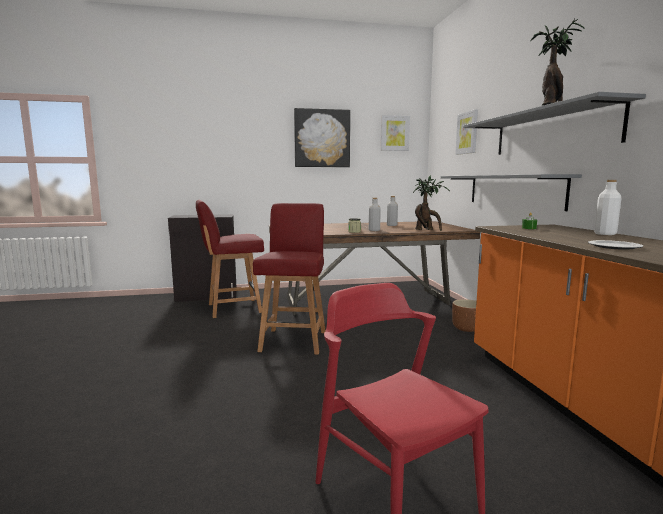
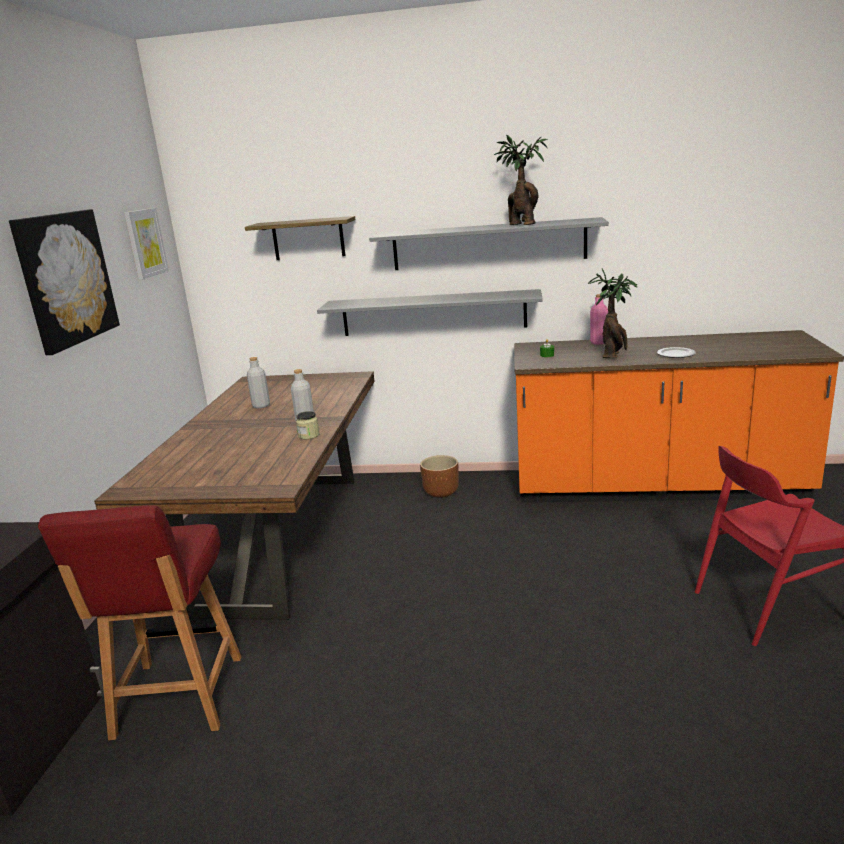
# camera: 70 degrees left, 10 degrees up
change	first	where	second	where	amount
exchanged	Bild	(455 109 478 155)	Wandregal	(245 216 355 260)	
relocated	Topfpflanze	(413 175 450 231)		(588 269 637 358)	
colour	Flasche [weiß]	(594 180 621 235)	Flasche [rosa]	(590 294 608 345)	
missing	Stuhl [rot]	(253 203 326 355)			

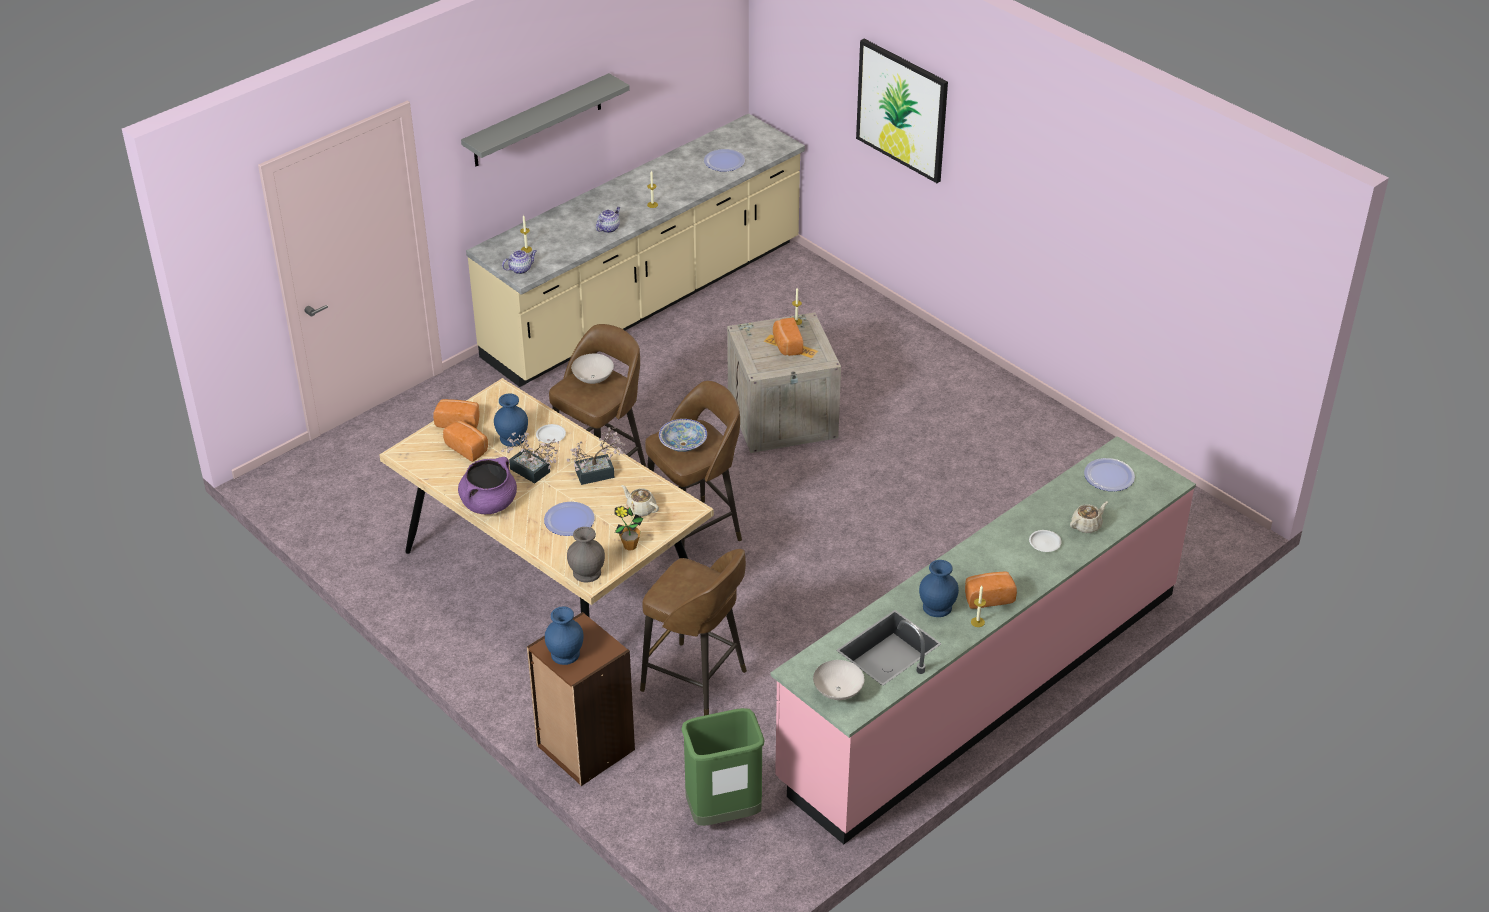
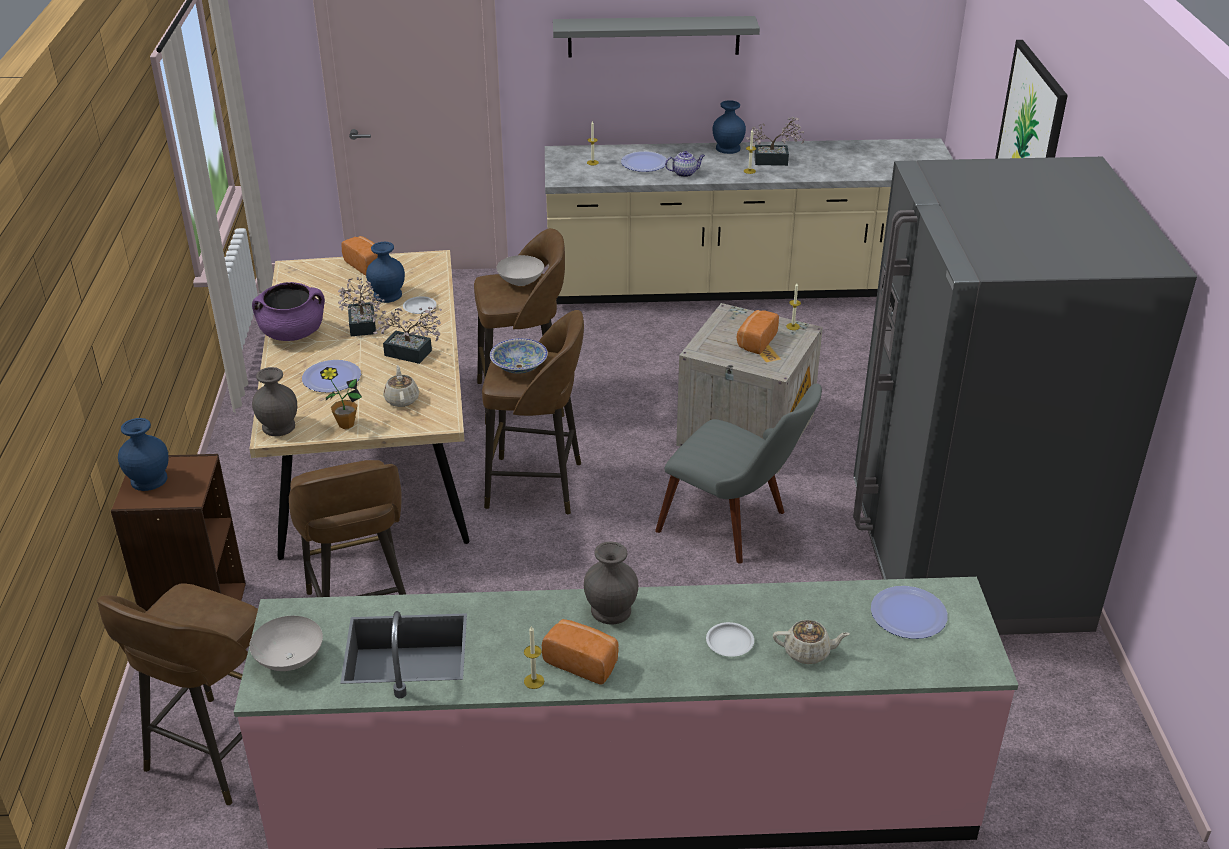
# camera: 40 degrees right, 5 degrees down
change	first	where	second	where	amount
relocated	Teller	(704 149 745 172)		(621 151 668 172)	
missing	Teekanne	(502 250 537 274)			
missing	Brot	(443 420 488 462)			
relocated	Vase [blau]	(919 560 959 617)		(713 100 746 154)	
exchanged	Mülleimer [grün]	(681 708 765 826)	Hocker [braun]	(97 583 258 805)	
appeared			Topfpflanze	(746 117 805 166)	
appeared			Kühlschrank [grau]	(853 157 1197 635)	
appeared			Stuhl [grau]	(655 383 822 564)	
appeared			Vase [grau]	(584 541 638 624)	

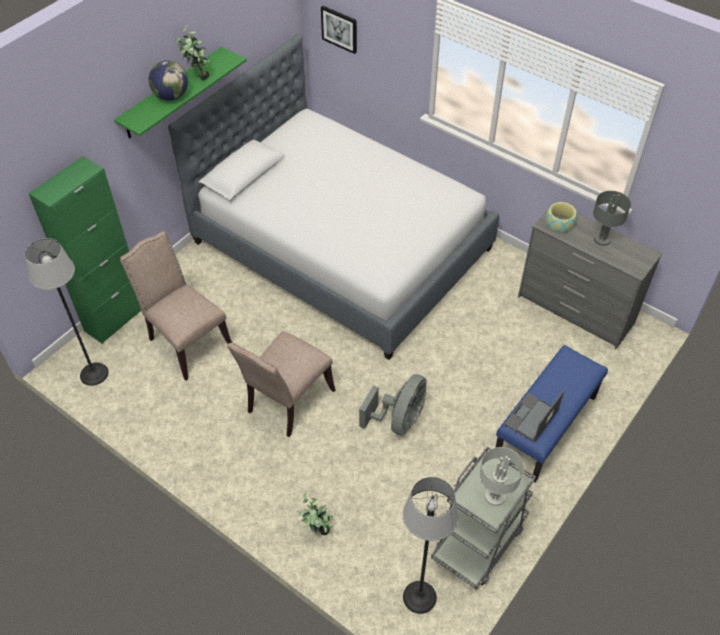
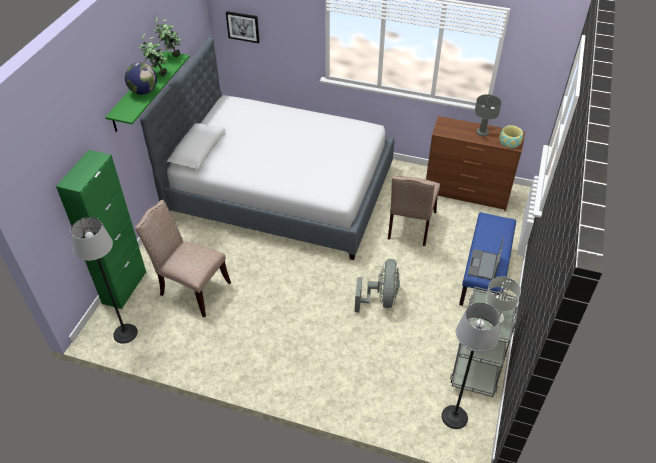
# camera: 20 degrees left, 5 degrees down
change	first	where	second	where	amount
colour	Kommode [grau]	(518 202 663 349)	Kommode [braun]	(426 116 525 211)	
relocated	Schüssel	(546 202 577 233)		(499 125 523 148)	
relocated	Stuhl [beige]	(227 331 335 437)		(388 176 440 246)	
relocated	Topfpflanze	(297 490 333 535)		(153 17 182 57)	

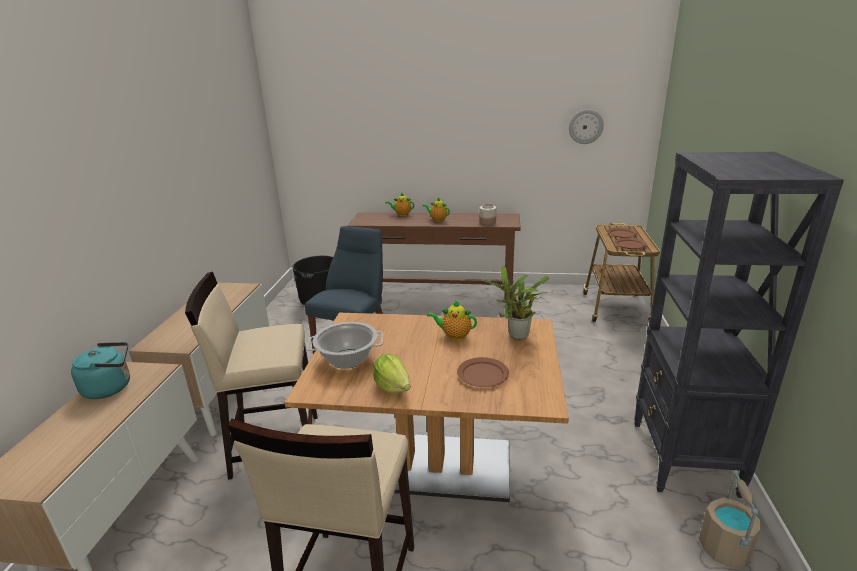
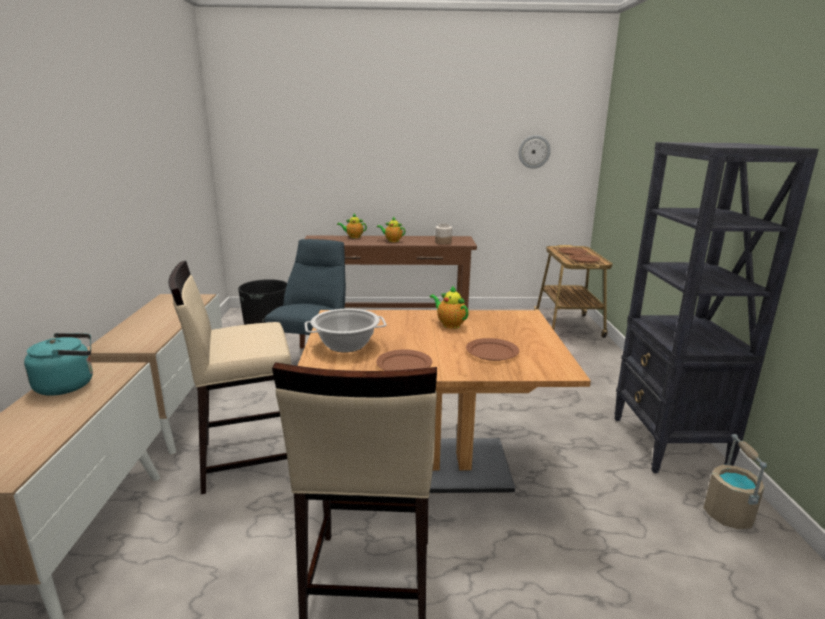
# camera: 10 degrees left, 5 degrees down
change	first	where	second	where	amount
missing	Topfpflanze	(483 266 550 340)			
spun	Teekanne	(427 300 477 341)		(430 285 468 328)	45 degrees clockwise
exchanged	Salatkopf	(374 354 410 393)	Teller [braun]	(376 349 432 371)	

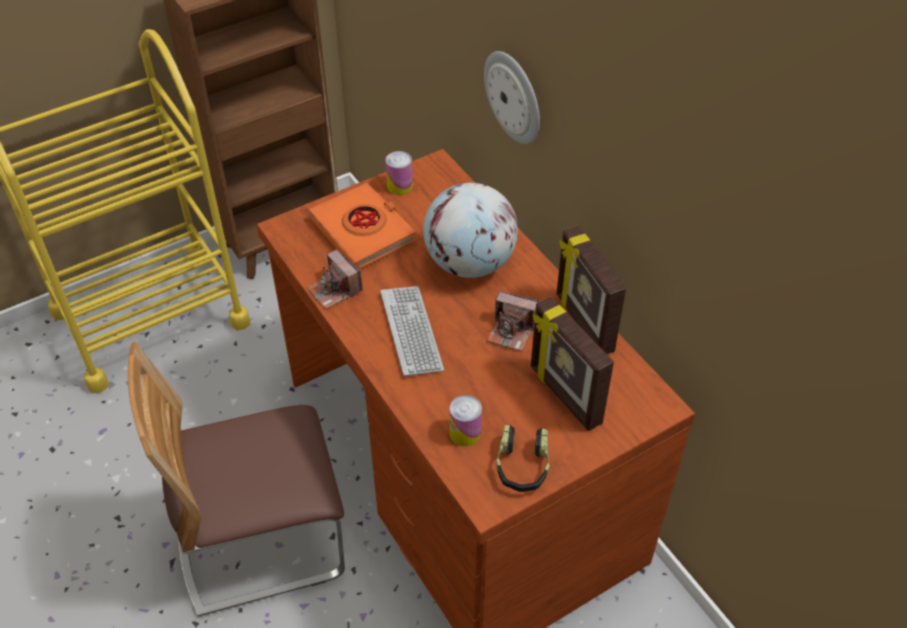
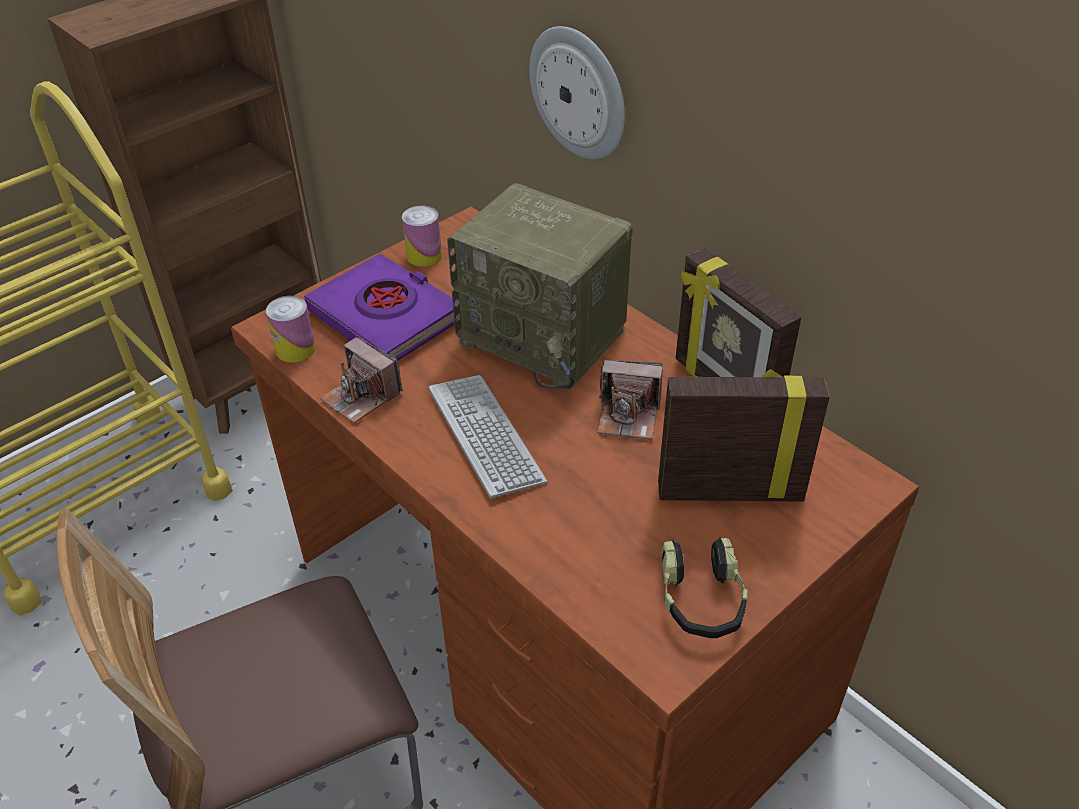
# camera: 10 degrees left, 5 degrees down
change	first	where	second	where	amount
colour	Buch [orange]	(309 183 416 269)	Buch [lila]	(304 254 460 360)	
exchanged	Globus	(423 183 518 278)	Radio	(447 183 633 391)	
spun	Bilderrahmen	(531 296 614 431)		(658 369 829 501)	135 degrees clockwise
relocated	Dose	(450 395 482 446)		(266 296 315 362)	

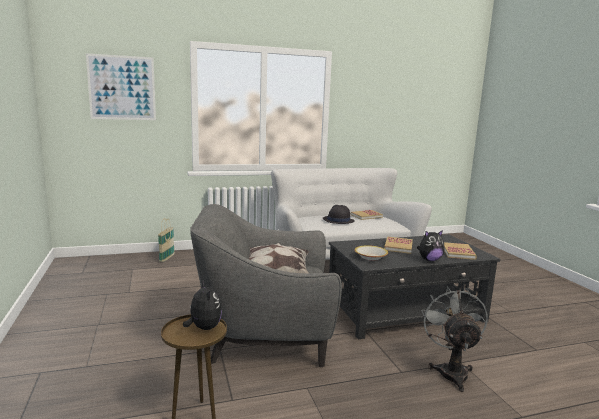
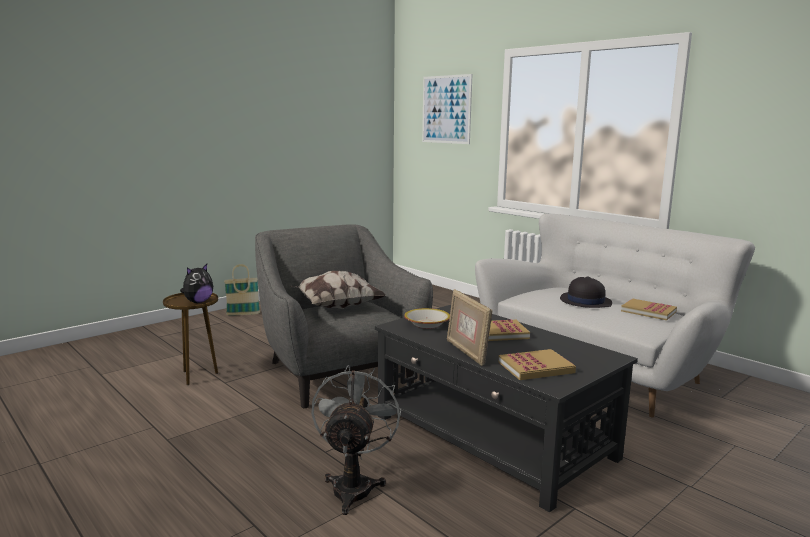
# camera: 65 degrees right, 0 degrees up
change	first	where	second	where	amount
relocated	Korb	(158 218 175 262)		(224 264 260 316)	
exchanged	Plüschtier	(417 230 444 261)	Bilderrahmen	(447 289 492 366)	
spun	Ventilator [grau]	(421 286 488 392)		(311 365 402 515)	60 degrees counterclockwise

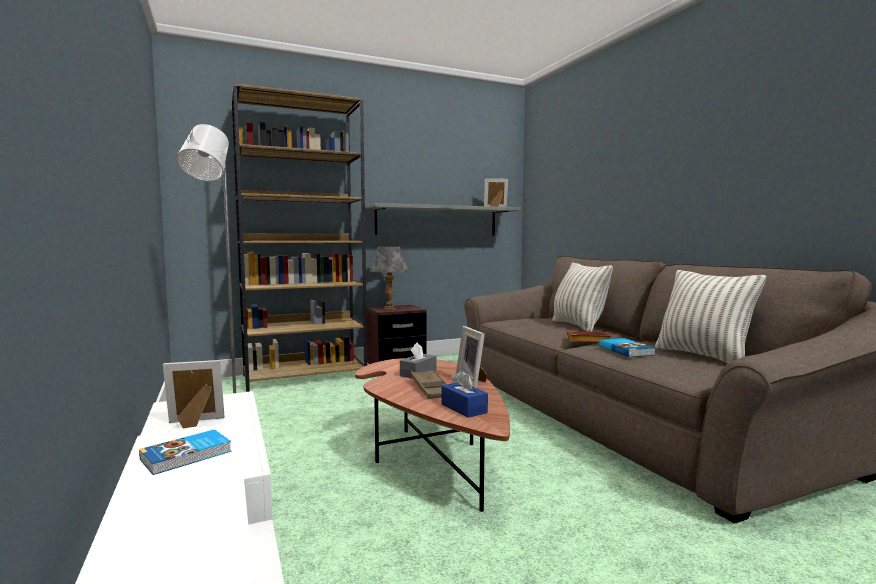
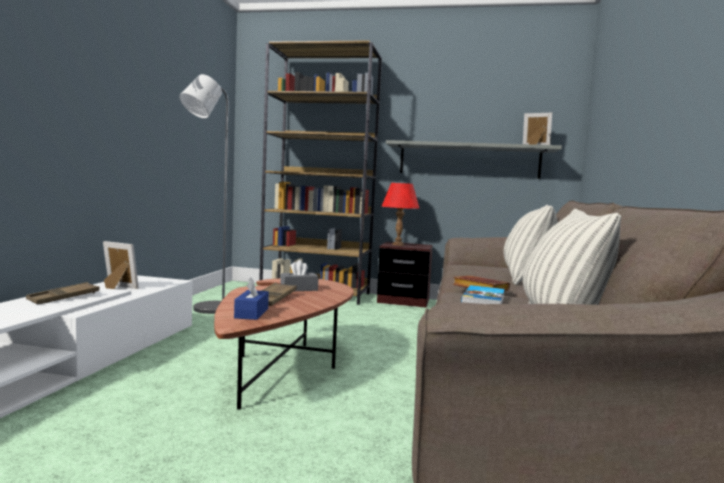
# camera: 35 degrees right, 0 degrees up
change	first	where	second	where	amount
colour	Tischlampe [grau]	(370 247 408 310)	Tischlampe [rot]	(382 183 419 246)	
missing	Bilderrahmen	(456 326 487 388)			
exchanged	Buch	(139 429 232 475)	Tablett [braun]	(26 282 99 304)	

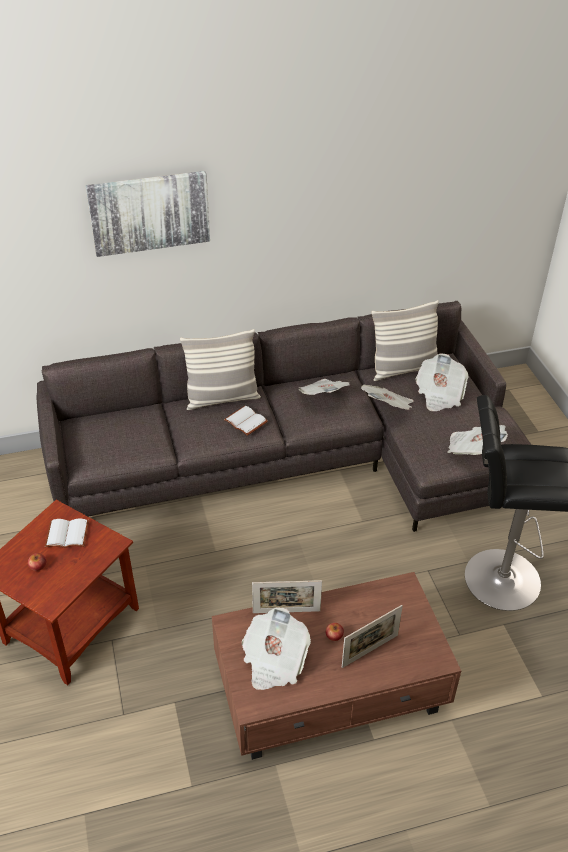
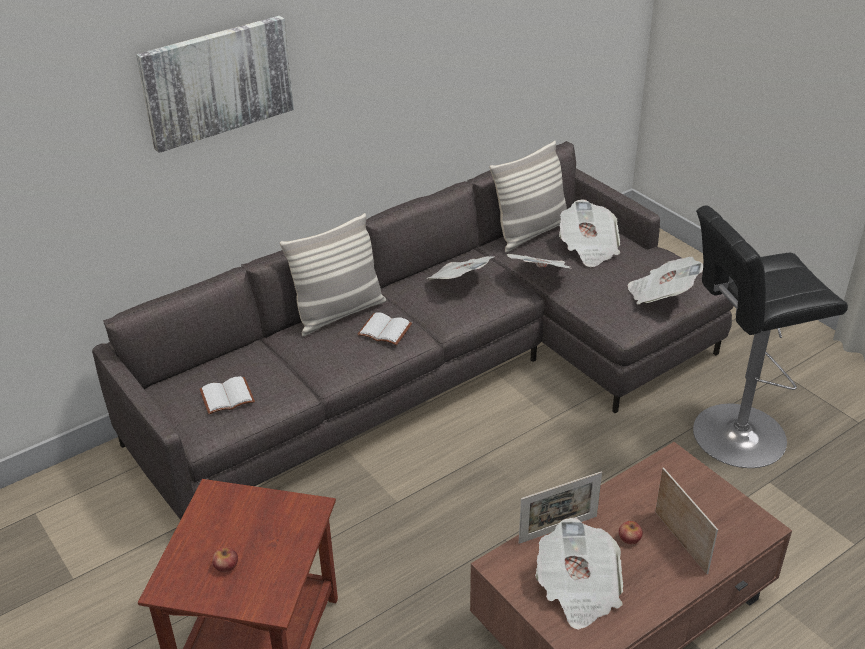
# camera: 20 degrees left, 5 degrees down
change	first	where	second	where	amount
relocated	Buch [weiß]	(45 519 89 548)		(200 376 255 414)	
spun	Bilderrahmen	(342 605 403 668)		(655 467 718 574)	60 degrees counterclockwise

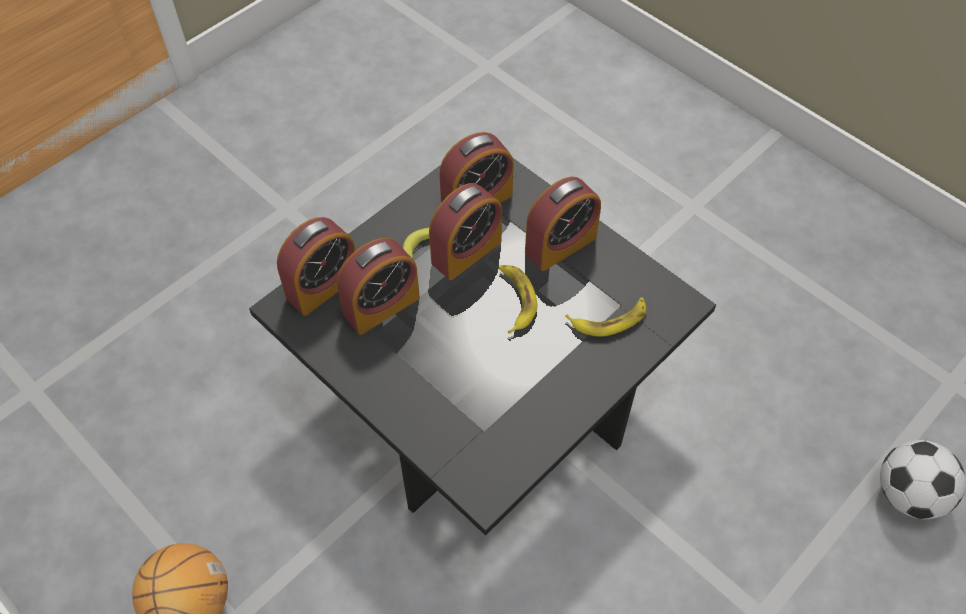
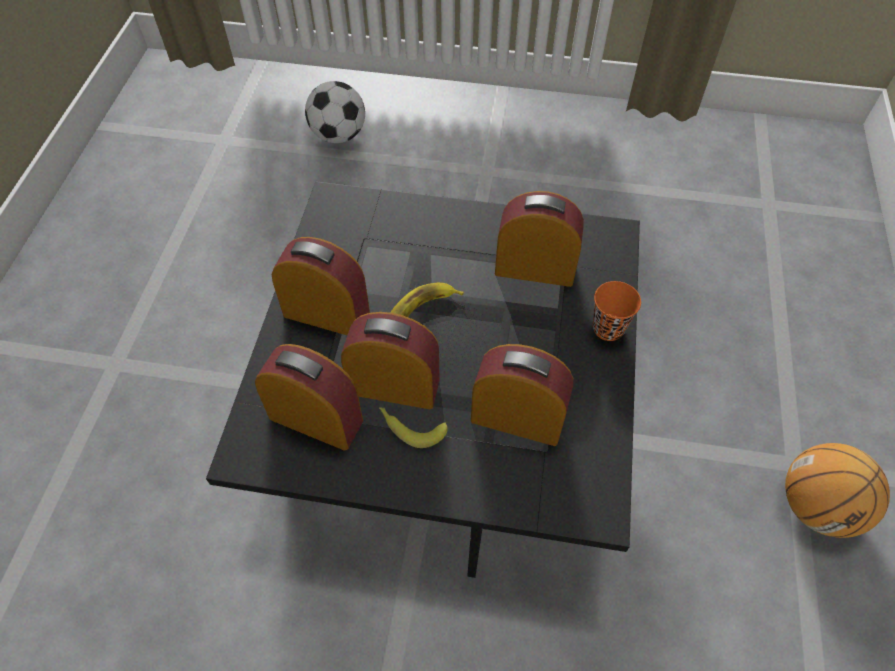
# camera: 125 degrees left, 0 degrees up
change	first	where	second	where	amount
relocated	Wecker	(277 217 355 316)		(495 191 584 287)	
missing	Banane	(565 297 646 337)			
appeared			Tasse [orange]	(593 281 641 341)	

